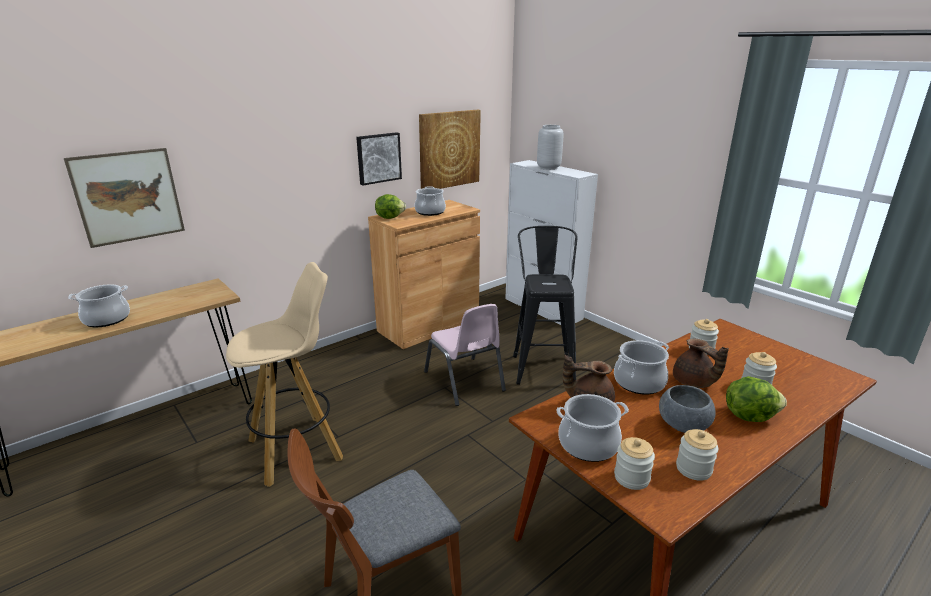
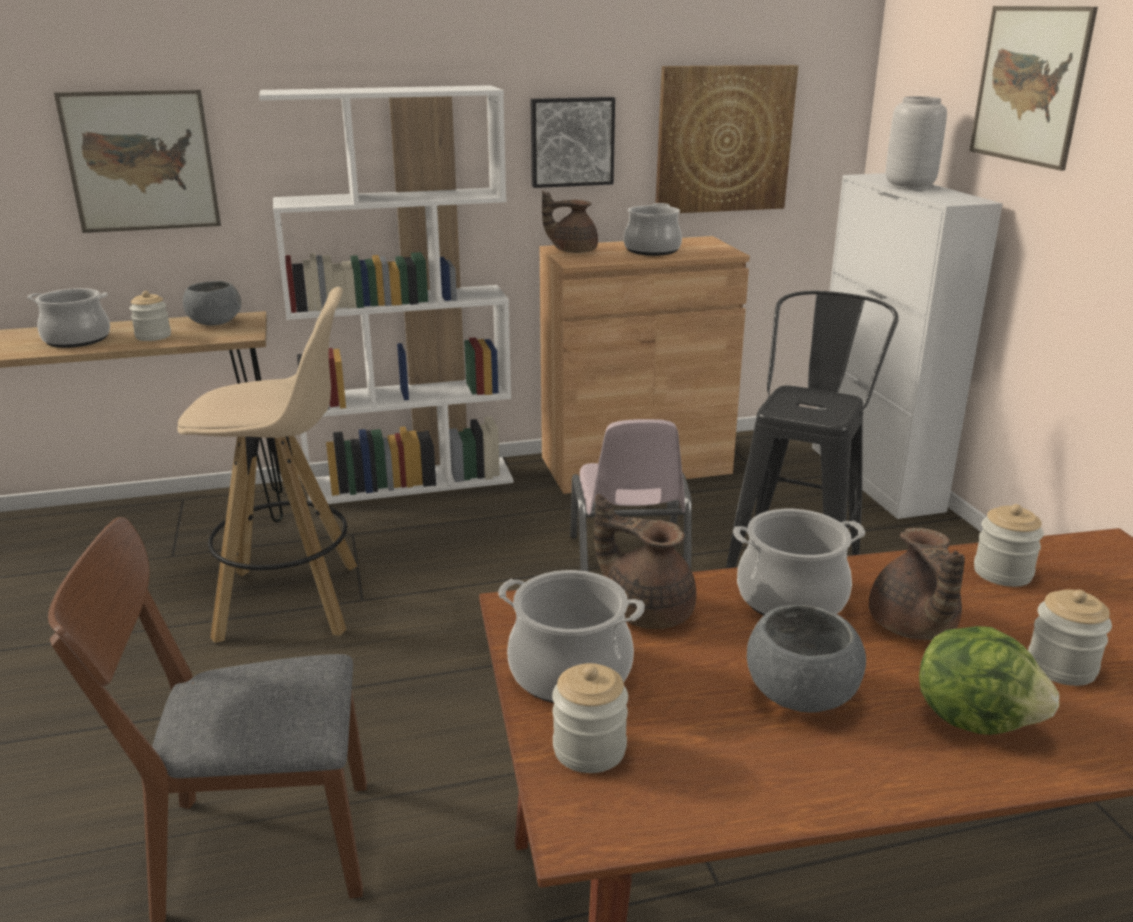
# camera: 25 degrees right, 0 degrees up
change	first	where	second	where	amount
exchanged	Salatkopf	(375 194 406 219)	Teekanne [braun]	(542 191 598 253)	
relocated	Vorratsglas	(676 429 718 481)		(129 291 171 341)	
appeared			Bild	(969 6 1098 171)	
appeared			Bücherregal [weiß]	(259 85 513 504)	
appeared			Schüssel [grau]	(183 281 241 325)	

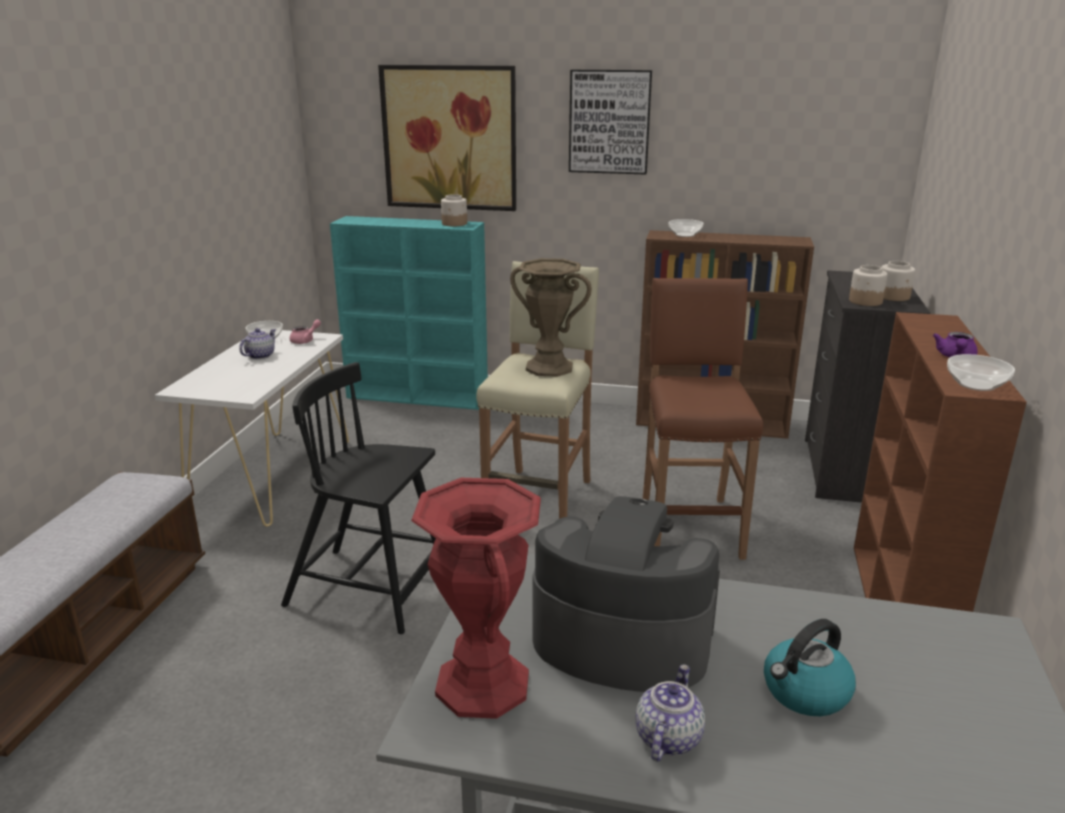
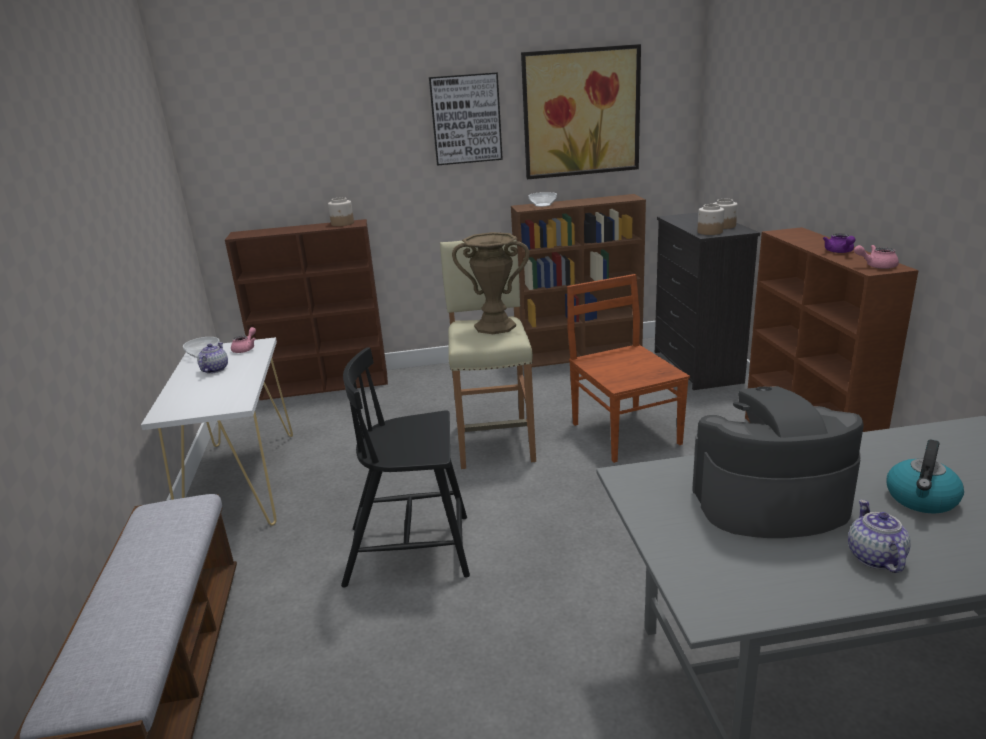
# camera: 20 degrees left, 0 degrees up
change	first	where	second	where	amount
relocated	Bild	(378 65 516 211)		(521 44 641 179)	
colour	Bücherregal [türkis]	(330 216 488 410)	Bücherregal [braun]	(225 219 388 400)	
exchanged	Hocker [braun]	(643 278 763 560)	Stuhl [braun]	(567 274 690 463)	
exchanged	Schüssel	(947 354 1015 391)	Teekanne [rosa]	(854 245 899 269)	
missing	Vase [rot]	(411 478 541 719)			

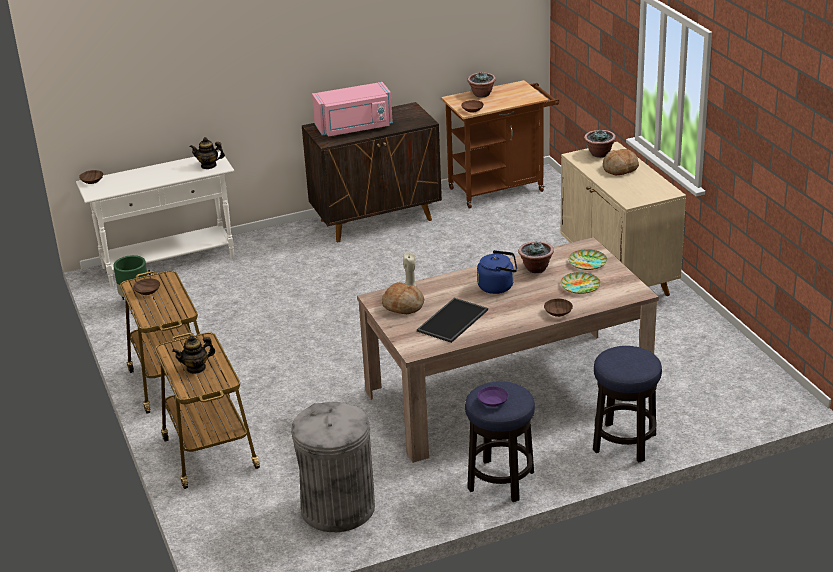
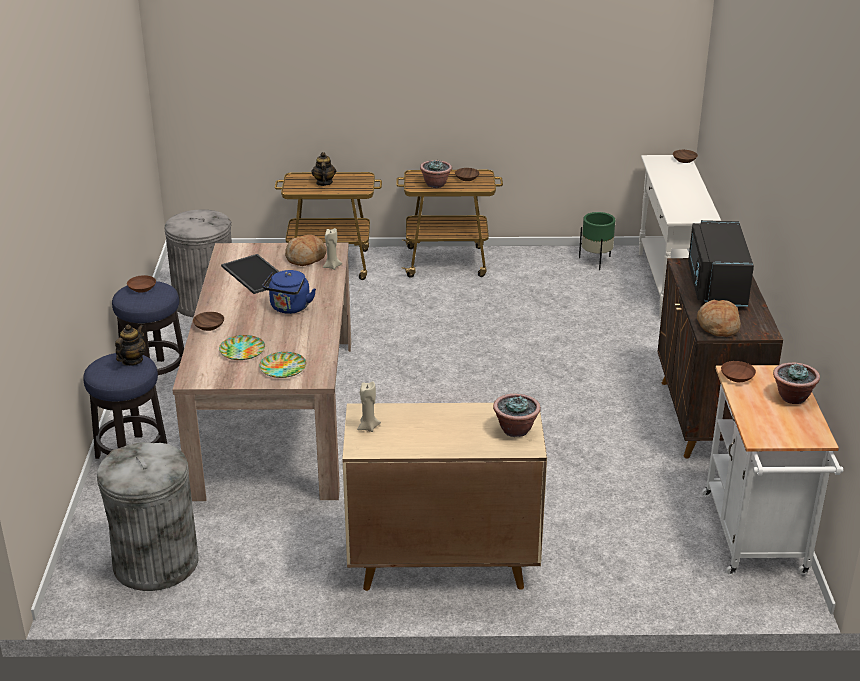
# camera: 110 degrees right, 0 degrees up
change	first	where	second	where	amount
colour	Rollwagen [braun]	(441 80 559 209)	Rollwagen [weiß]	(702 365 843 575)	
colour	Mikrowelle [rosa]	(312 82 393 136)	Mikrowelle [schwarz]	(688 220 754 307)	
relocated	Teekanne	(190 137 225 169)		(115 324 146 366)	
relocated	Brot	(603 149 639 176)		(697 300 741 337)	
relocated	Topfpflanze	(518 241 554 273)		(420 159 452 188)	
colour	Schüssel [lila]	(478 386 508 407)	Schüssel [braun]	(127 275 156 293)	
appeared			Kerze [beige]	(357 381 381 432)	
appeared			Mülleimer [grau]	(97 442 199 591)	

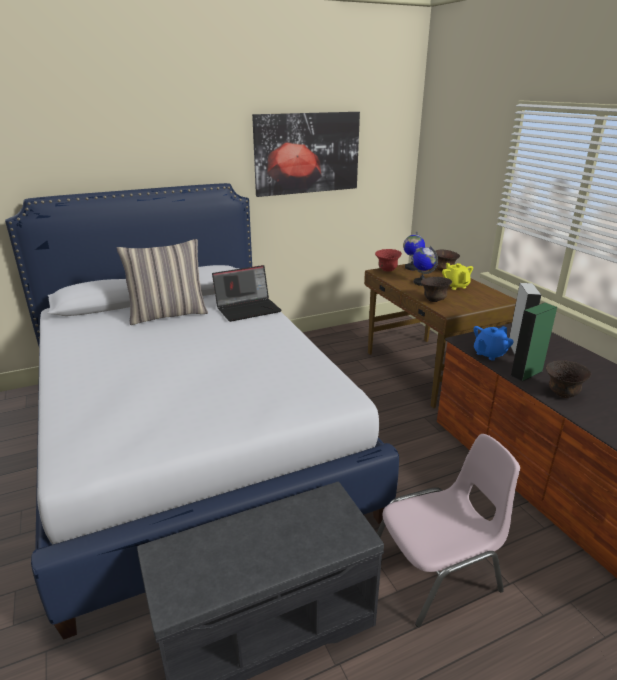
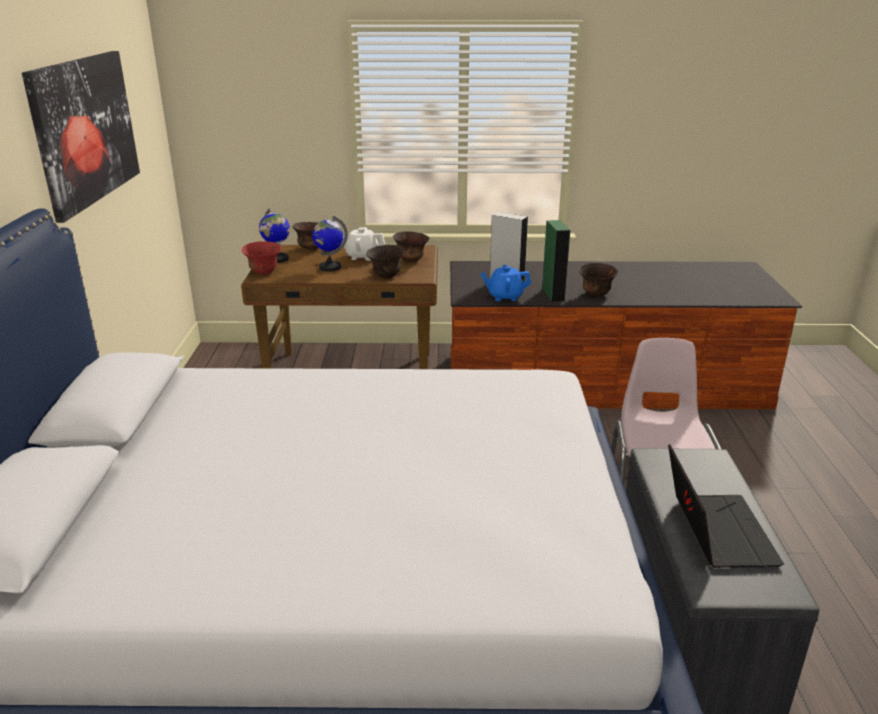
# camera: 65 degrees left, 0 degrees up
change	first	where	second	where	amount
missing	Kissen	(117 239 208 325)			
colour	Teekanne [gelb]	(442 263 473 290)	Teekanne [weiß]	(342 227 385 261)	
relocated	Laptop	(212 265 282 322)		(668 444 784 568)	
spun	Teekanne [blau]	(474 326 513 360)		(481 265 531 301)	105 degrees clockwise
appeared			Schüssel [braun]	(393 231 429 262)	

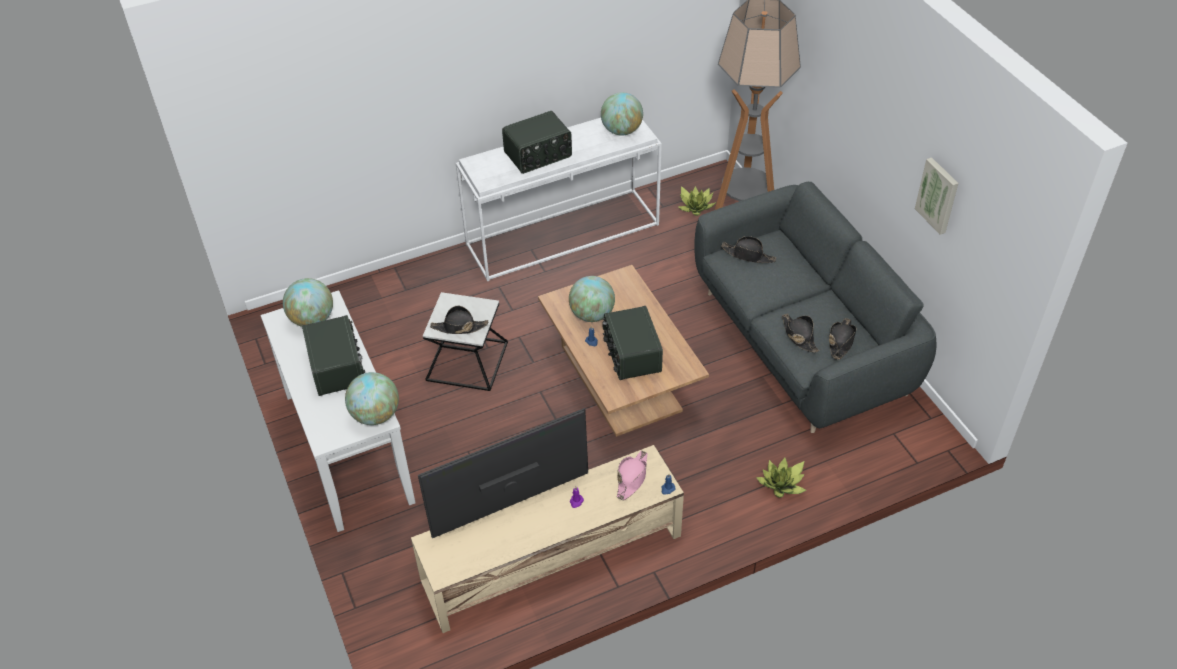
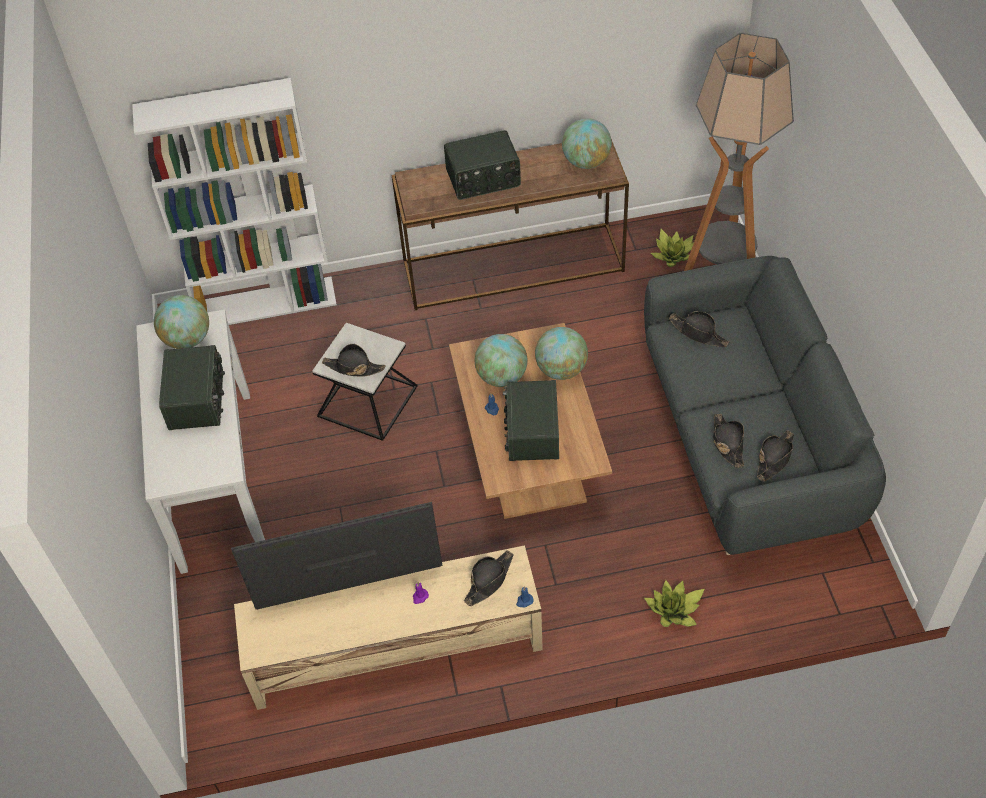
# camera: 15 degrees right, 5 degrees up
change	first	where	second	where	amount
colour	Konsolentisch [weiß]	(456 118 662 281)	Konsolentisch [braun]	(392 139 629 310)	
missing	Bild	(915 157 958 235)			
relocated	Globus	(345 372 399 425)		(535 327 588 380)	
colour	Hut [rosa]	(617 451 648 500)	Hut [schwarz]	(464 550 514 606)	
appeared			Bücherregal [weiß]	(132 78 337 325)	

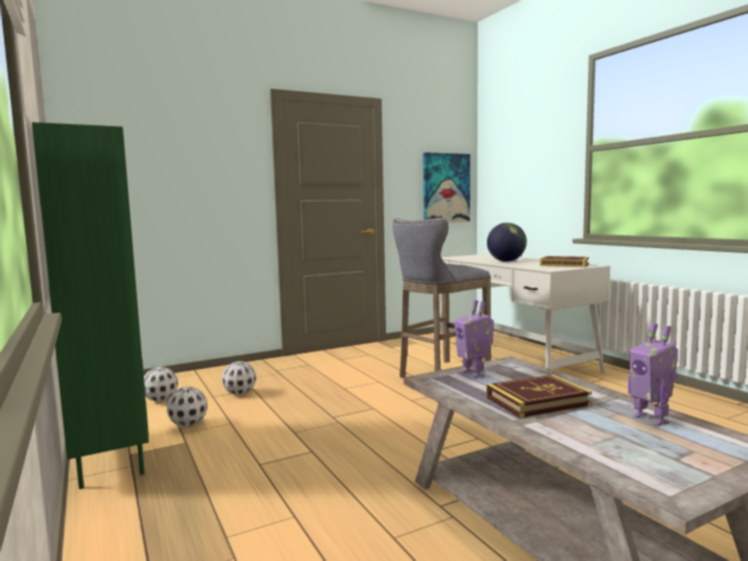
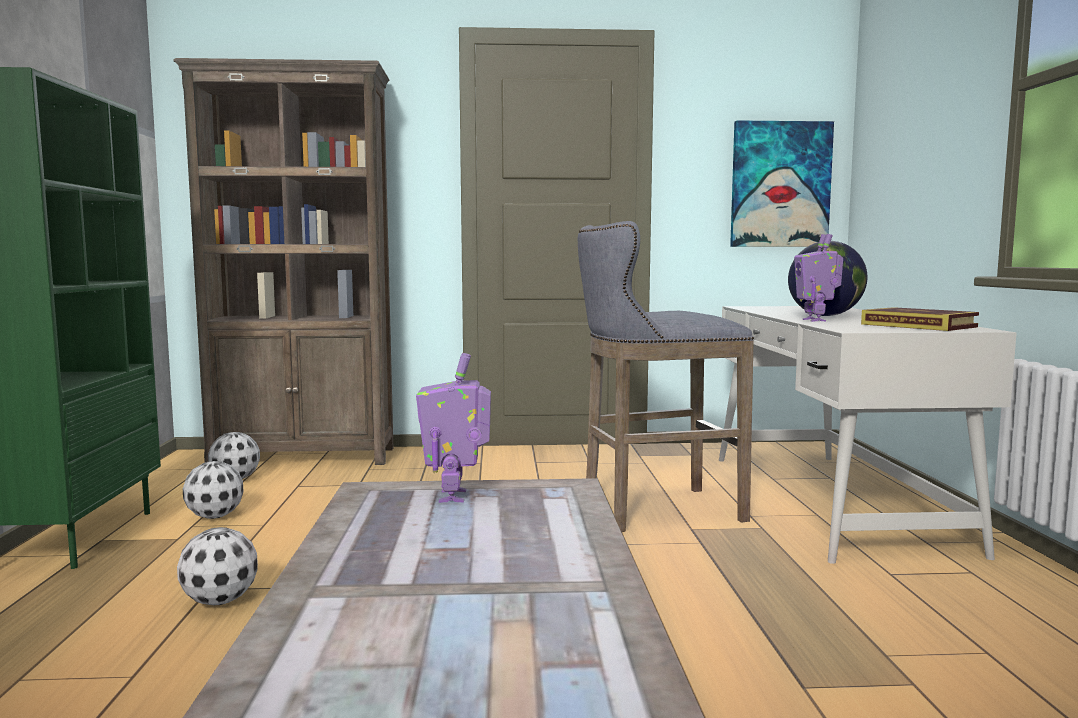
# camera: 25 degrees right, 0 degrees up
change	first	where	second	where	amount
relocated	Spielzeugroboter	(628 323 678 426)		(794 234 843 322)	
relocated	Fußball	(222 361 256 395)		(177 527 258 605)	
missing	Buch	(486 375 592 418)			
appeared			Bücherregal [braun]	(174 58 393 465)	

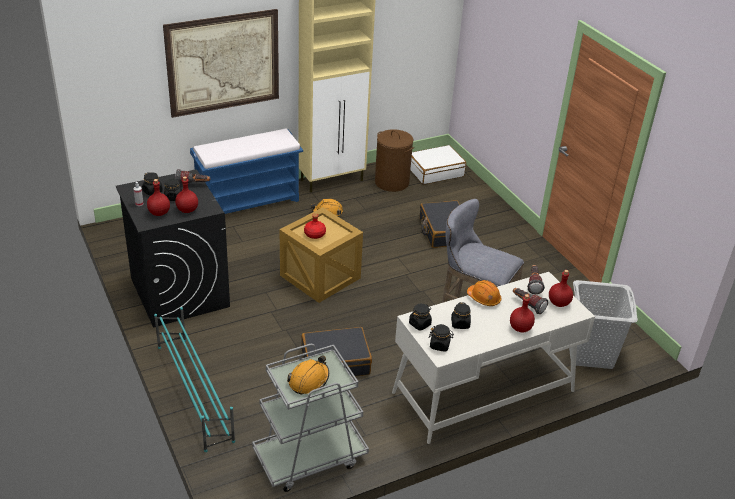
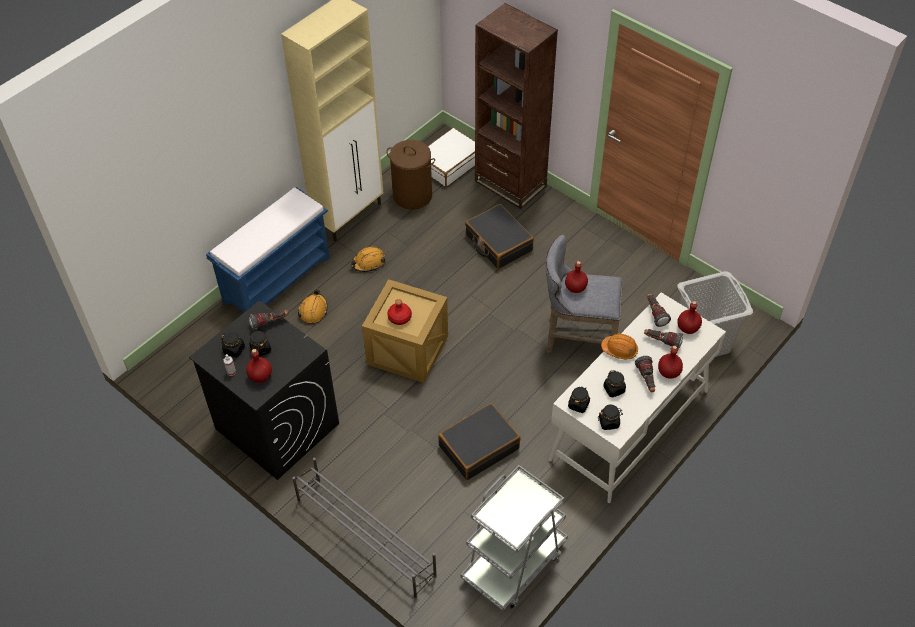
# camera: 20 degrees left, 15 degrees up
change	first	where	second	where	amount
missing	Bild	(163 9 279 118)			
relocated	Flasche [rot]	(175 176 198 213)		(565 261 588 293)	
colour	Schuhregal [türkis]	(154 307 235 452)	Schuhregal [grau]	(292 458 437 599)	
relocated	Schutzhelm [orange]	(287 356 329 395)		(298 289 328 324)	
appeared			Bücherregal [braun]	(475 3 558 209)	
appeared			Taschenlampe	(635 356 655 392)	

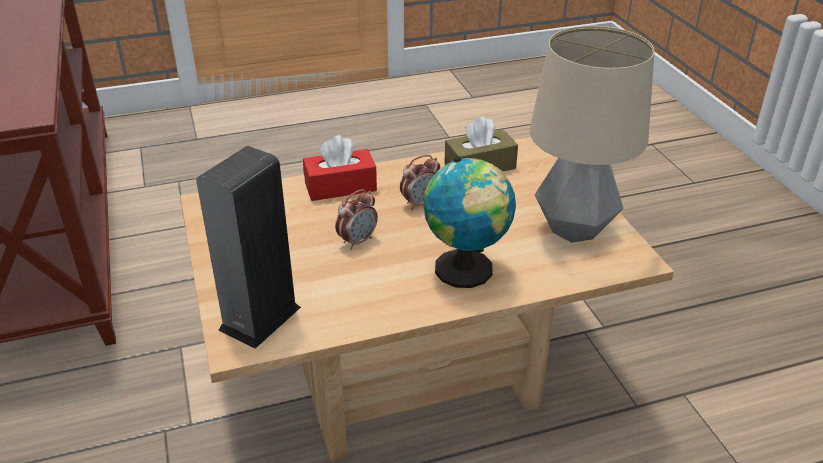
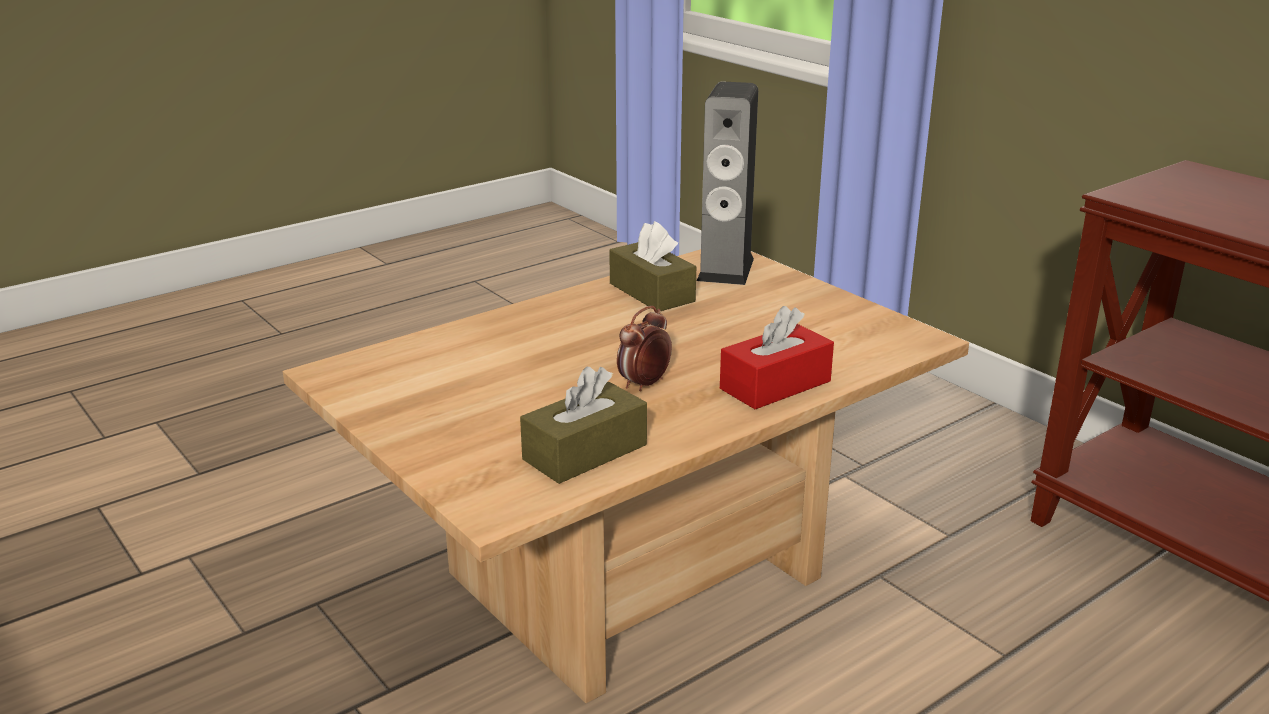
# camera: 160 degrees right, 10 degrees down
change	first	where	second	where	amount
missing	Tischlampe	(530 26 655 243)			
missing	Globus	(423 156 516 288)			
missing	Wecker	(335 189 378 250)			
appeared			Taschentuchbox [braun]	(609 221 696 311)	

